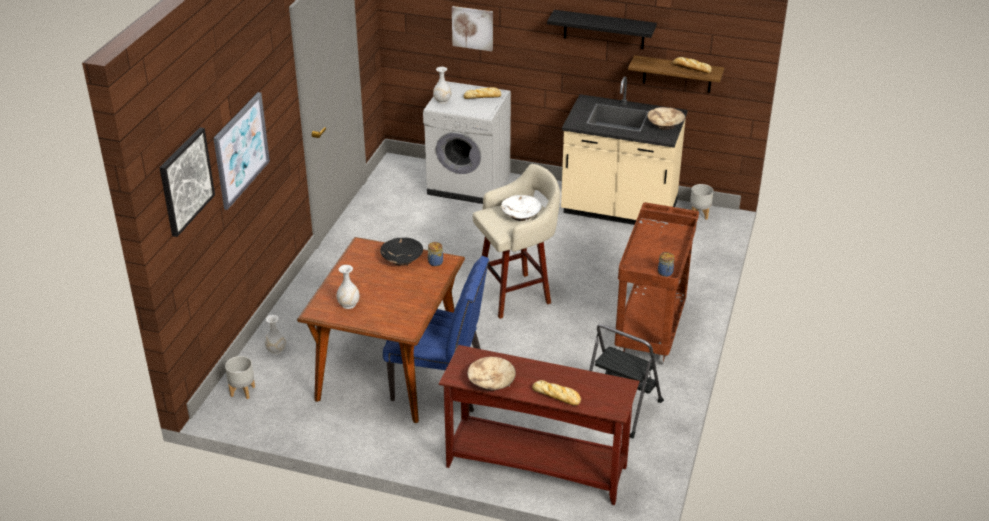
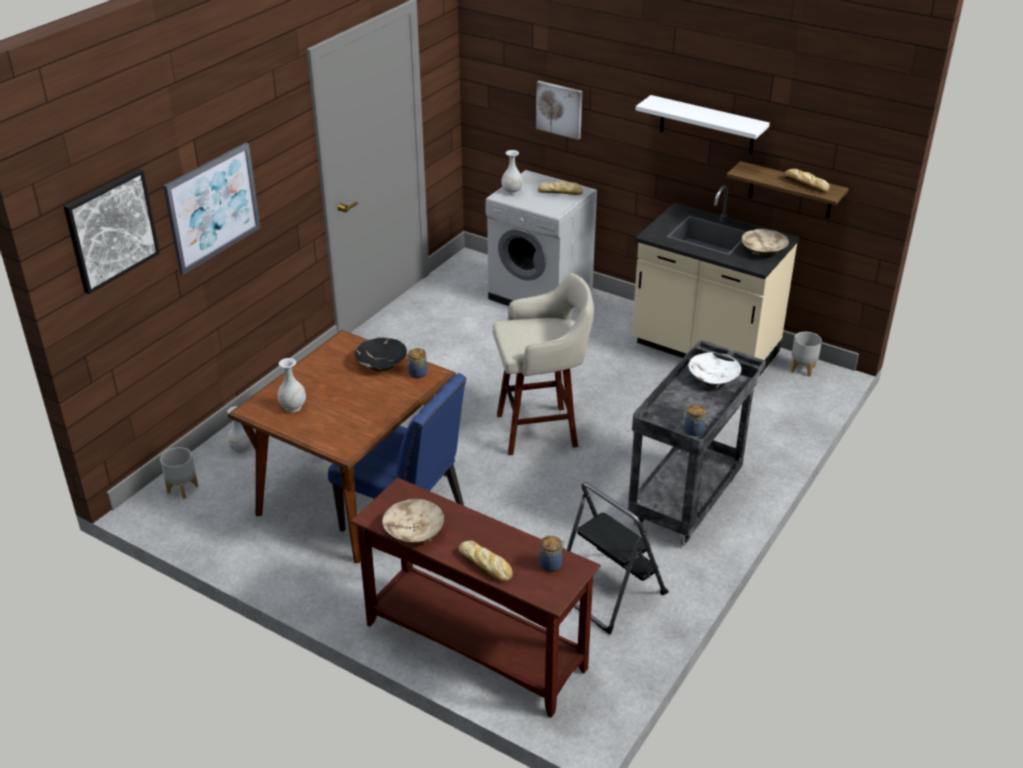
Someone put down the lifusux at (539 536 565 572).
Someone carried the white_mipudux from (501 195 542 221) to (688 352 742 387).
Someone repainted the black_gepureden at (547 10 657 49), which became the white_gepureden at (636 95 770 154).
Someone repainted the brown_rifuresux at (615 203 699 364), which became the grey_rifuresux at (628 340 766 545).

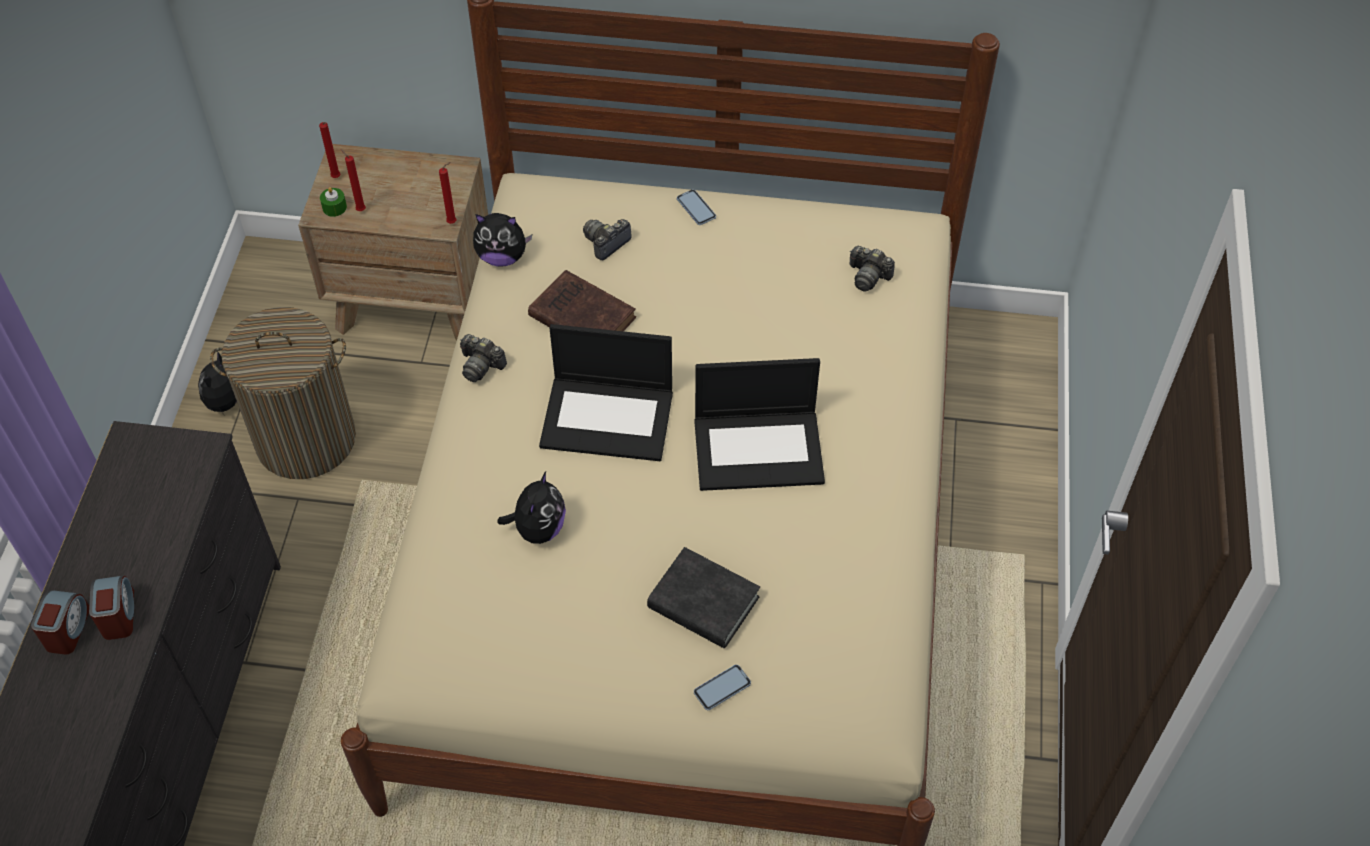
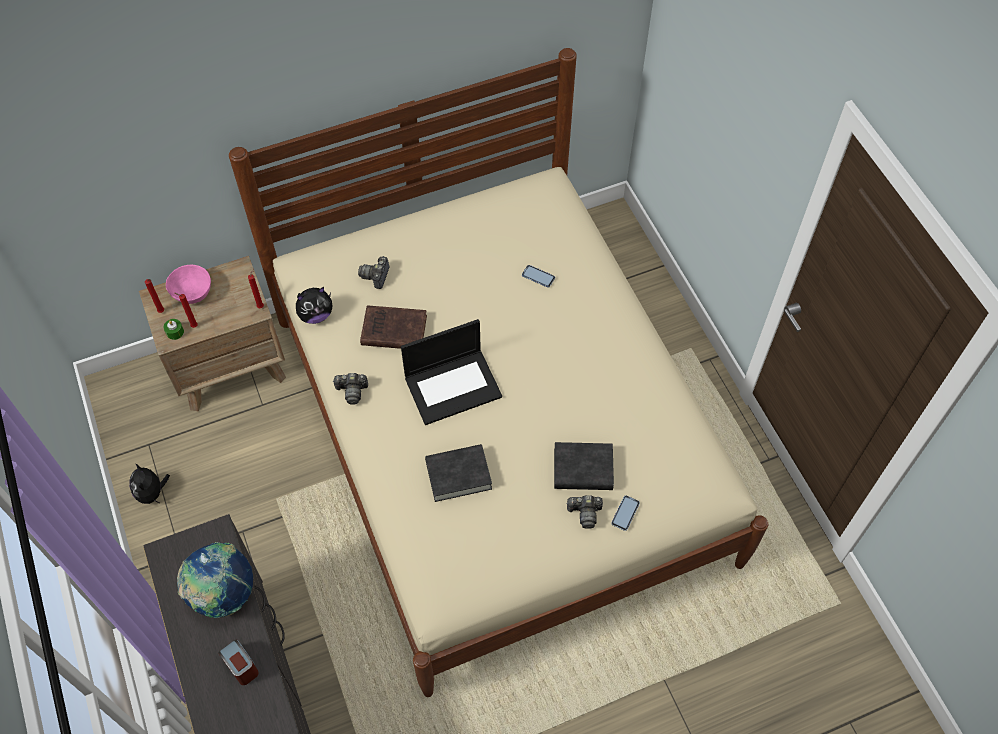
Someone took away the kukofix at (31 590 89 654).
Someone took away the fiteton at (210 307 356 479).
Someone took away the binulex at (694 358 825 491).
Someone put down the pink_mipudux at (166 265 211 304).
Someone put down the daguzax at (177 542 253 618).
Someone carried the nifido from (677 189 716 225) to (522 265 555 288).
Someone carried the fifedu from (850 246 895 291) to (566 495 603 529).
Someone swapped the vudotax at (497 472 566 544) for the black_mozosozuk at (425 444 492 502).

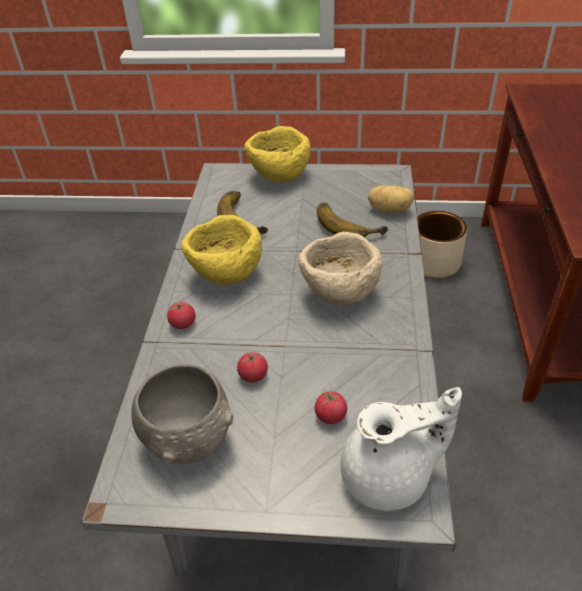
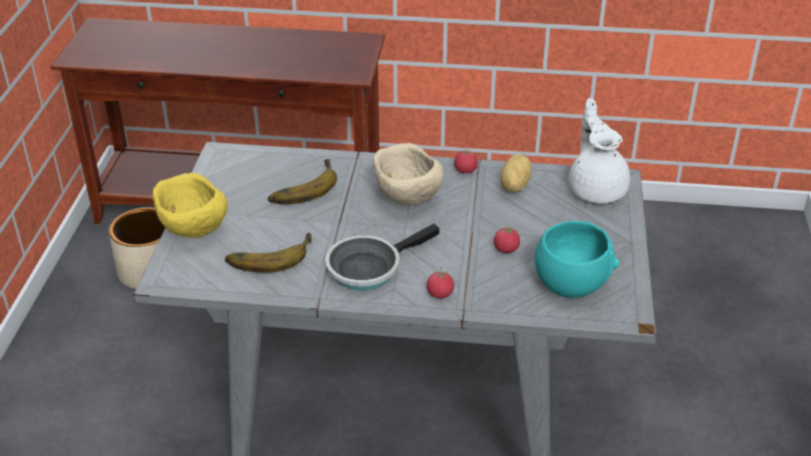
Someone carried the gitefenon from (315 387 347 424) to (454 148 478 173).
Someone carried the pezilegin from (368 186 414 213) to (500 154 531 192).
Someone swapped the yellow_mipudux at (181 215 262 285) for the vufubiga at (325 224 439 291).
Someone repainted the grey_mipudux at (131 364 233 464), which became the turquoise_mipudux at (535 221 619 298).

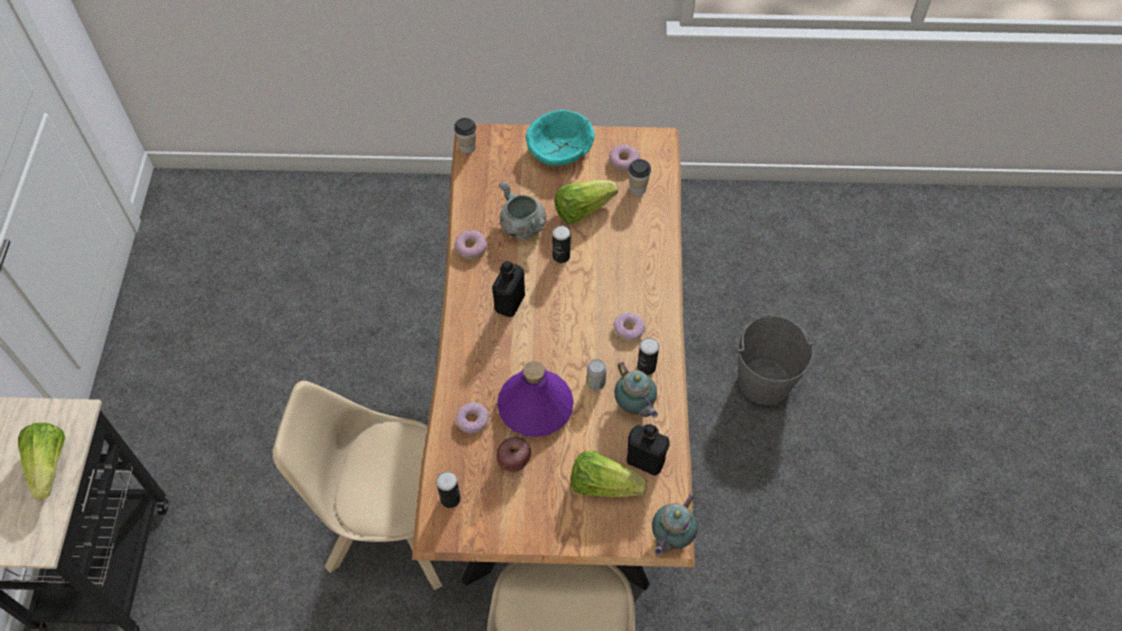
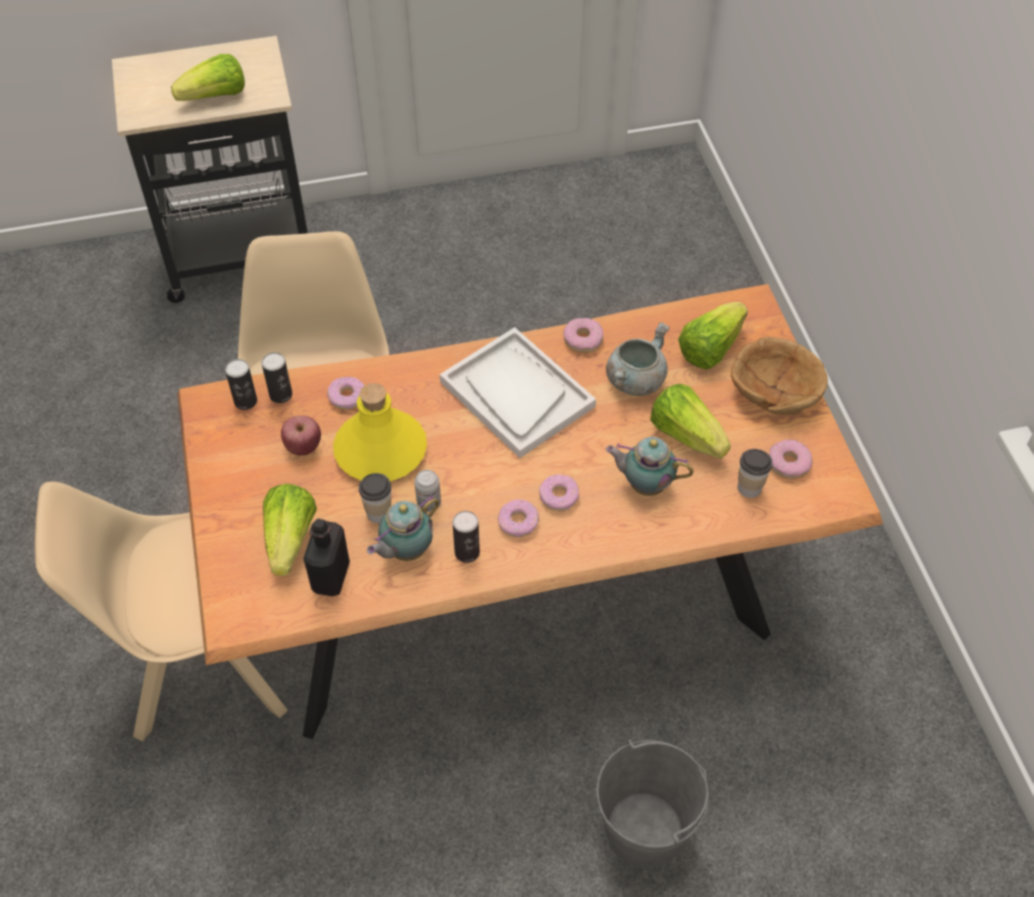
Someone put down the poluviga at (539 474 579 511).
Someone put down the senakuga at (678 302 748 370).
Someone carried the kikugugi from (454 118 476 154) to (359 473 391 523).
Someone carried the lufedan from (552 225 570 263) to (262 352 292 403).
Someone carried the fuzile from (652 493 698 556) to (606 437 693 496).
Someone swapped the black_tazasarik at (492 261 525 317) for the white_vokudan at (439 327 596 458).
Someone repainted the purple_tazasarik at (497 361 574 437), which became the yellow_tazasarik at (333 383 427 481).
Someone repainted the turquoise_mipudux at (526 110 594 166), which became the brown_mipudux at (731 337 828 415).

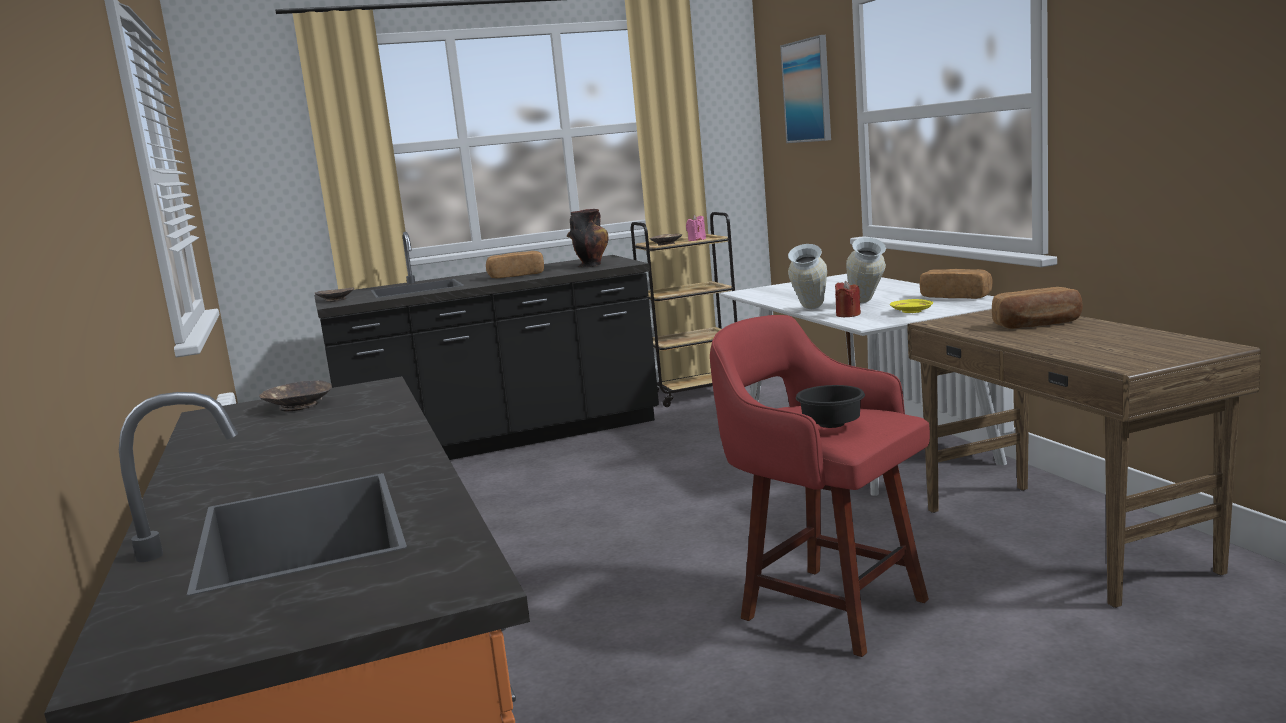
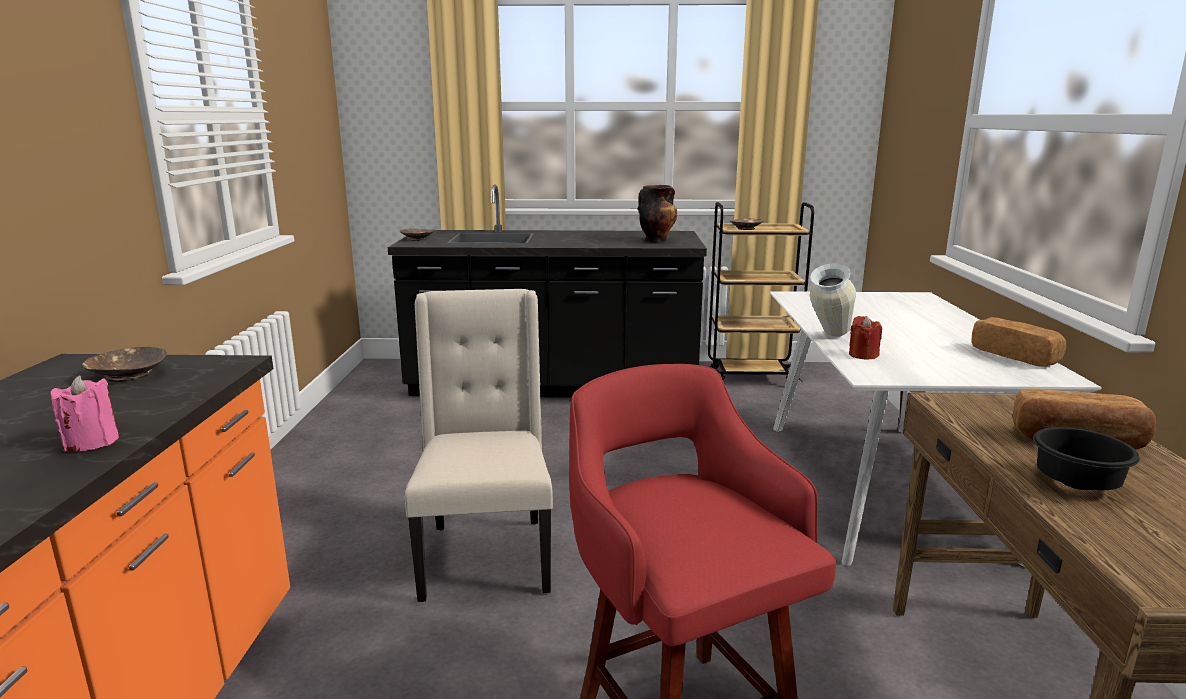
Someone took away the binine at (486 251 544 278).
Someone took away the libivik at (780 35 831 143).
Someone took away the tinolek at (846 237 886 303).
Someone took away the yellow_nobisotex at (890 299 933 313).
Someone put down the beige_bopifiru at (405 289 553 602).
Someone carried the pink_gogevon from (686 215 706 241) to (51 375 119 451).
Someone carried the black_mipudux from (796 385 865 428) to (1033 427 1140 490).

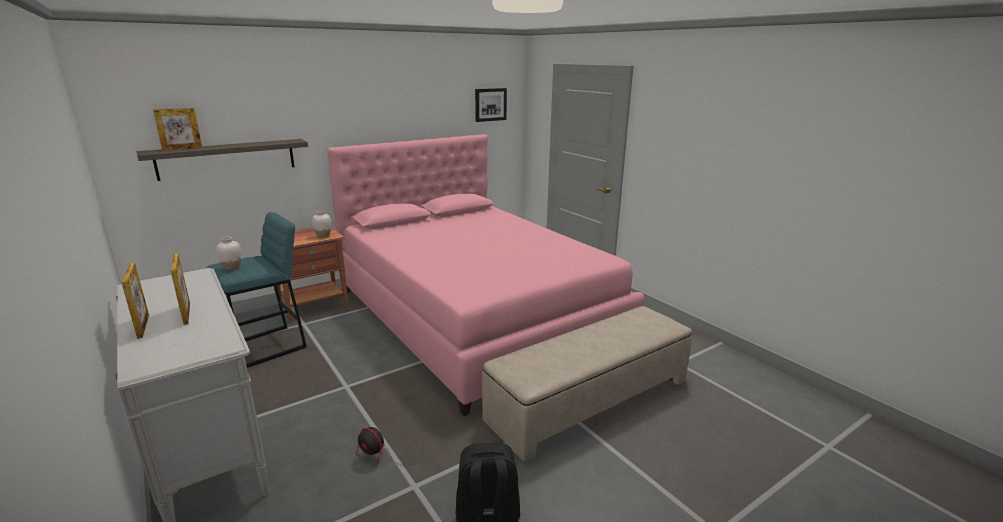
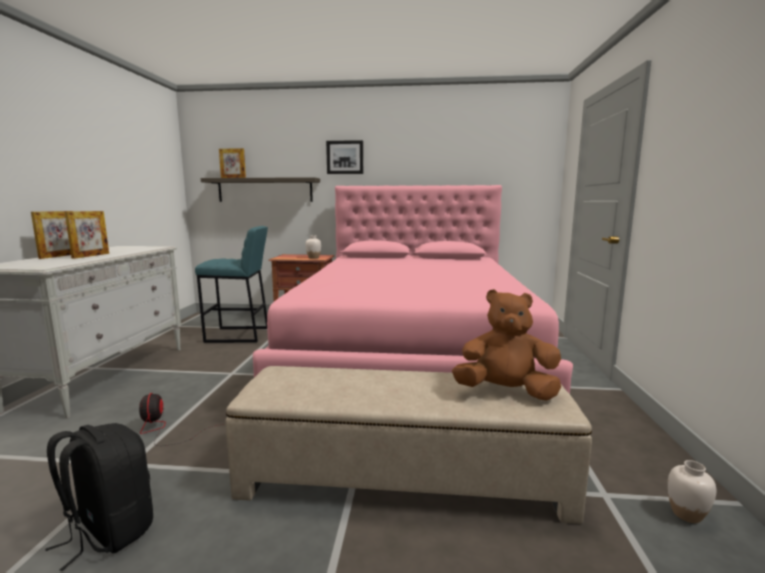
Someone put down the brown_vudotax at (452 289 561 401).
Someone carried the white_tinolek from (217 237 241 270) to (668 460 716 523).
Someone carried the libivik from (475 88 507 122) to (326 140 363 174).

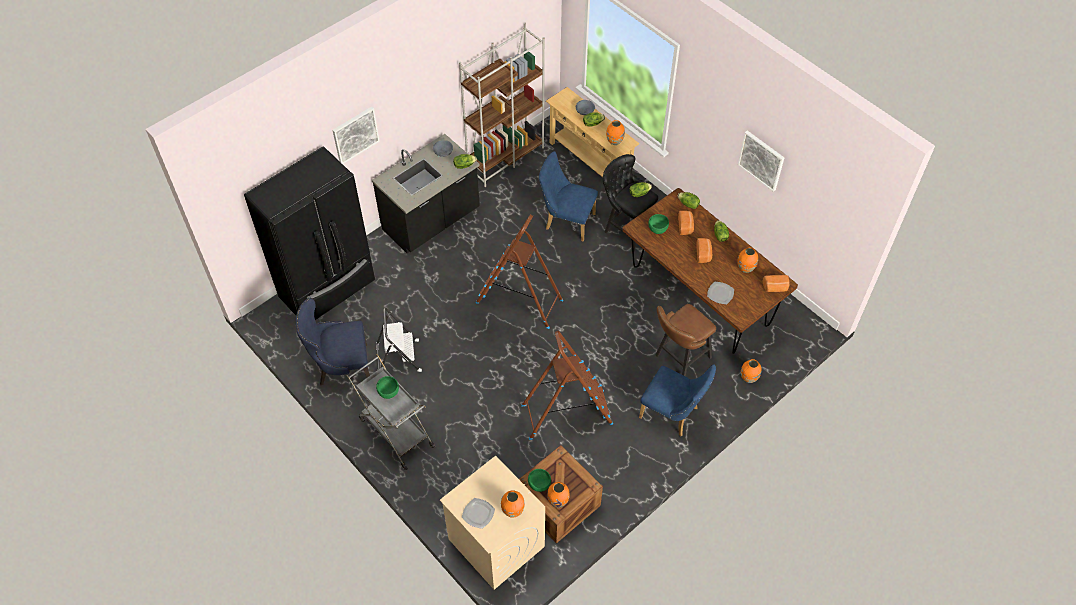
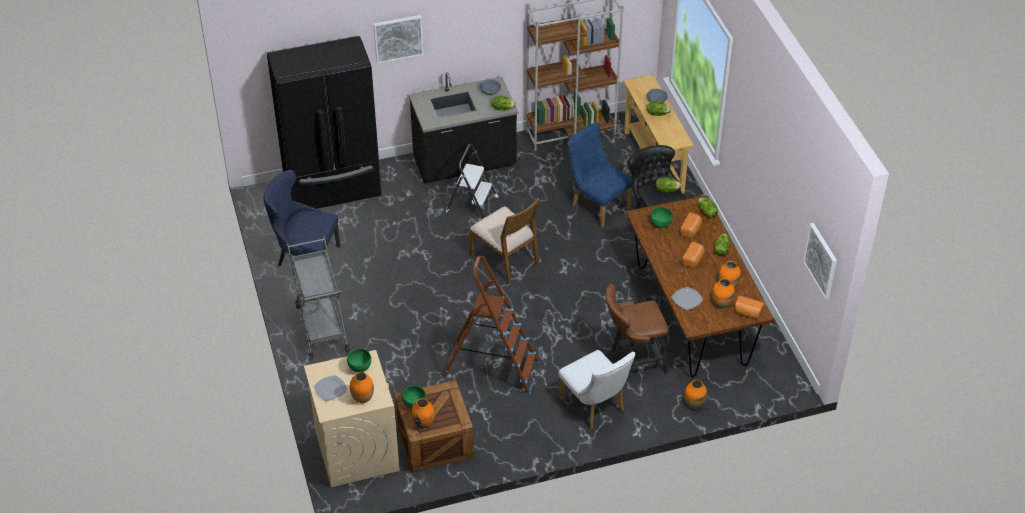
Someone carried the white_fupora from (376 308 422 372) to (446 144 498 219).
Someone carried the green_mipudux from (376 376 399 399) to (347 348 371 372).
Someone carried the orange_tinolek from (606 120 625 145) to (712 278 735 308).
Someone carried the libivik from (738 130 784 192) to (803 223 837 300).
Someone swapped the brown_fupora at (476 214 563 329) for the brown_bopifiru at (469 198 540 284).
Someone repainted the blue_bopifiru at (639 364 716 437), which became the white_bopifiru at (559 350 635 429).

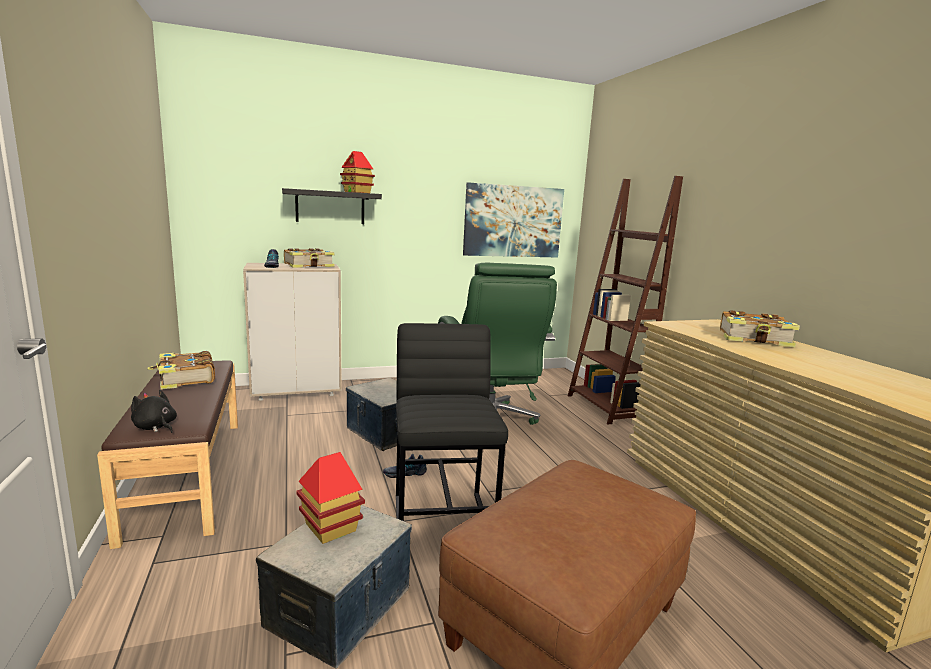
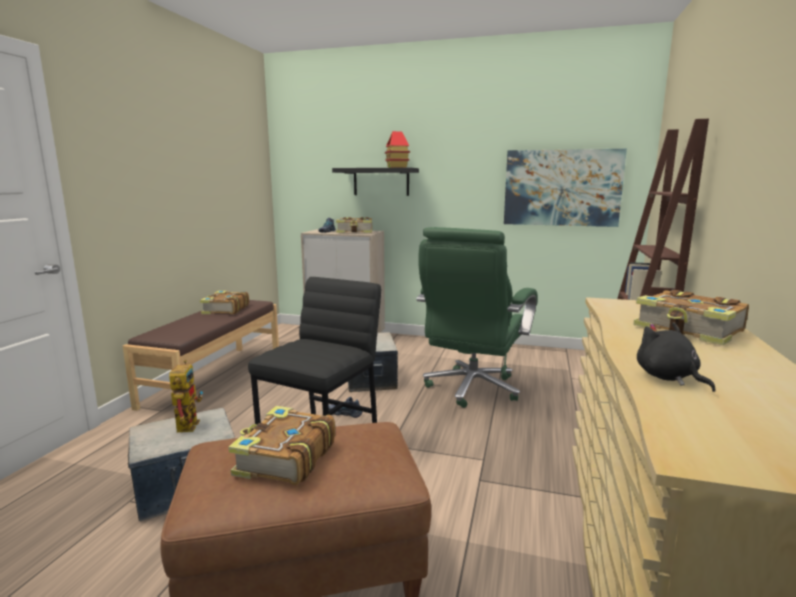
Someone put down the mozosozuk at (228 406 335 485).
Someone carried the black_vudotax from (131 390 177 433) to (637 322 715 392).
Someone swapped the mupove at (296 452 365 544) for the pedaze at (169 360 203 432).

